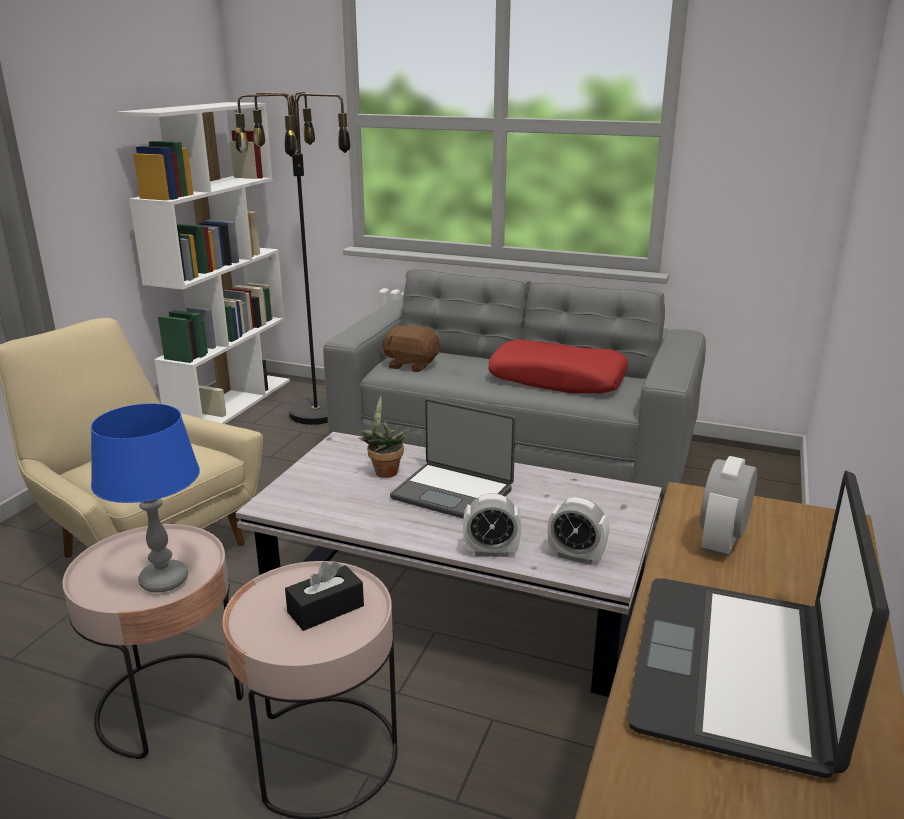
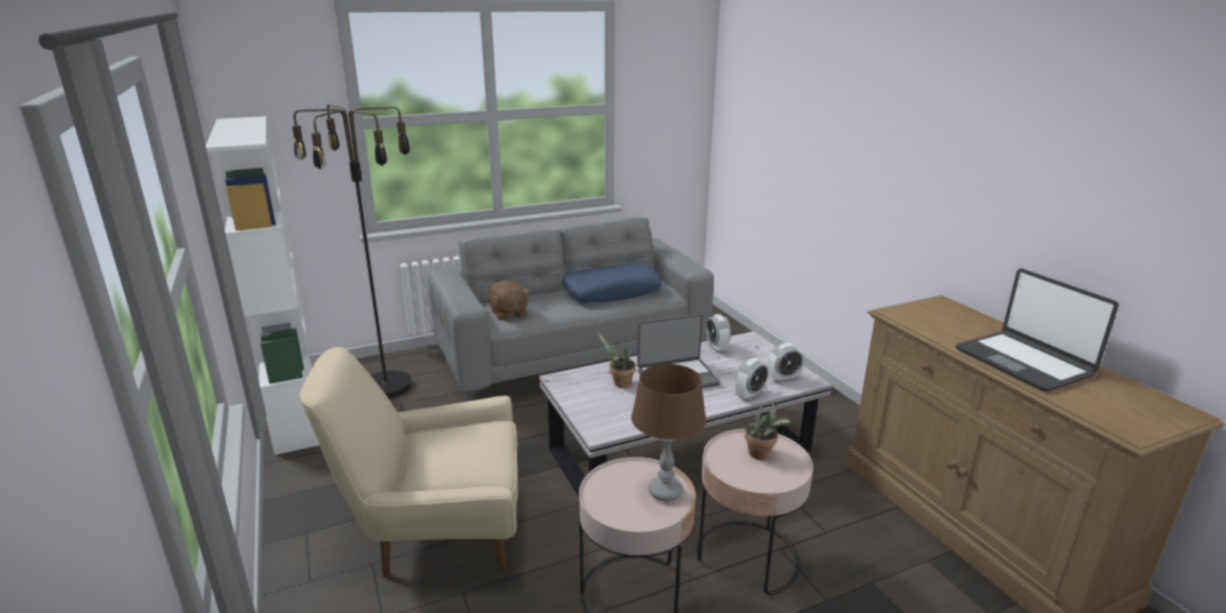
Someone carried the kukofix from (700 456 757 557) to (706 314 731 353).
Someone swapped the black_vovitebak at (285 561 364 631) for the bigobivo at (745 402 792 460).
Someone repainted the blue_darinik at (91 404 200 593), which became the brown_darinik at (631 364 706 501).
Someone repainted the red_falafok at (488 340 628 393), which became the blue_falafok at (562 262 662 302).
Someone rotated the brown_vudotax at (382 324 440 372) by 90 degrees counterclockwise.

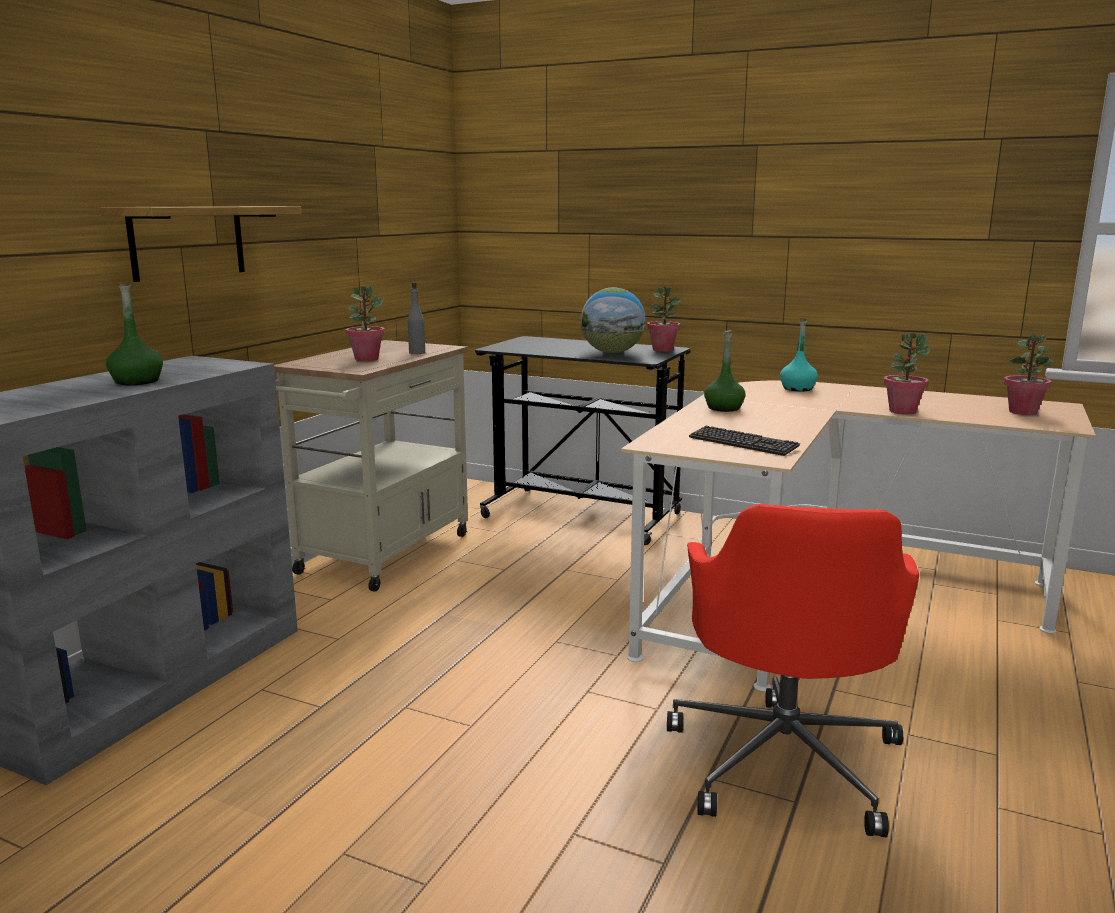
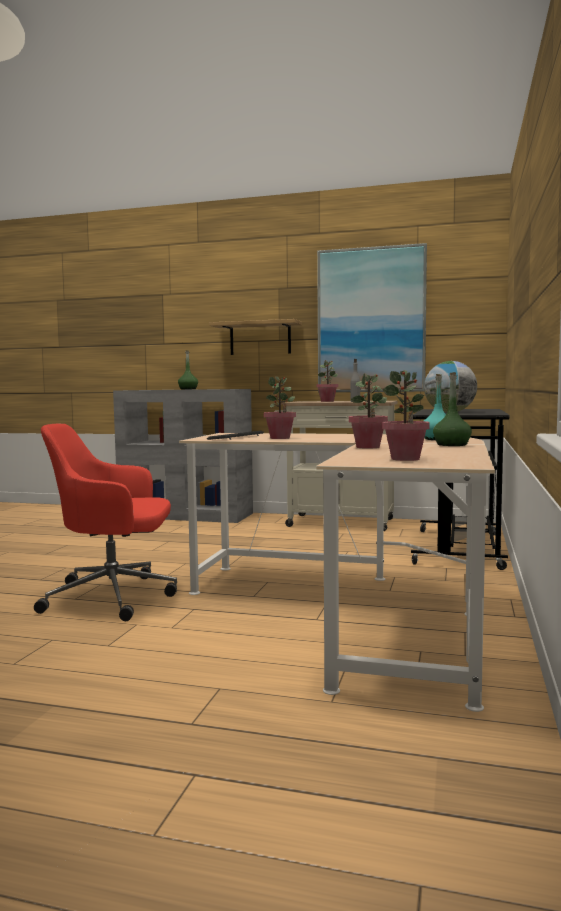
Someone put up the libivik at (317 243 427 393).
Someone carried the bigobivo from (647 286 681 352) to (264 376 296 439).
Someone carried the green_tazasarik from (704 330 746 412) to (433 372 472 446).

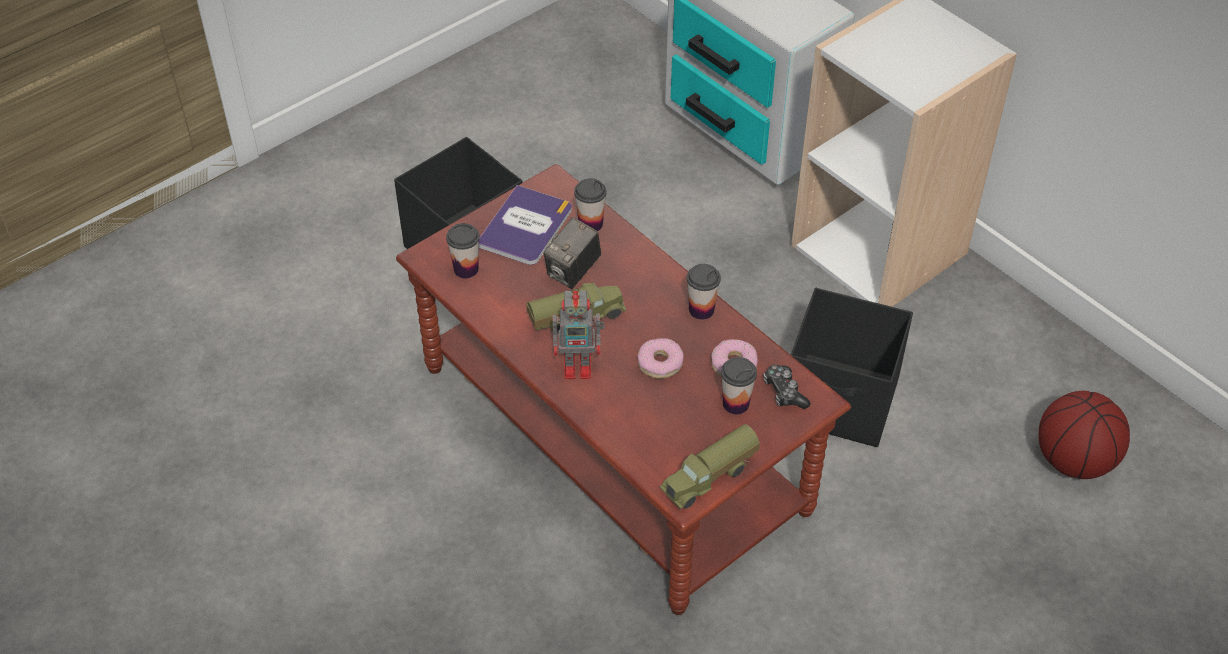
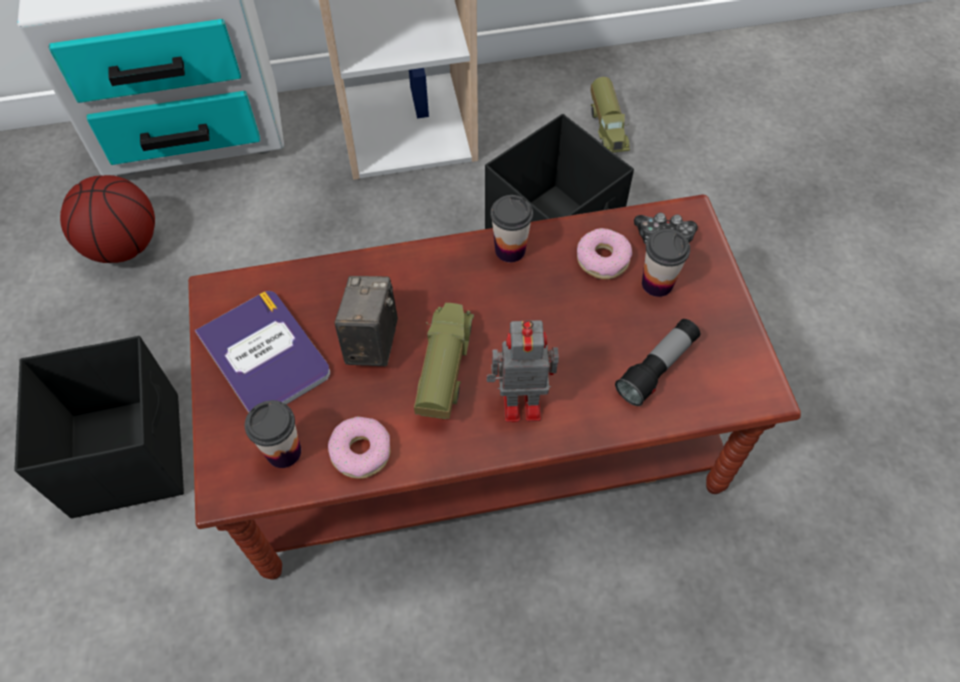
Someone took away the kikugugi at (574 178 607 231).
Someone put down the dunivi at (615 319 700 406).
Someone carried the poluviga from (637 338 684 379) to (328 417 390 479).
Someone carried the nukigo from (659 424 760 509) to (590 77 630 153).
Someone carried the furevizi from (1039 391 1130 479) to (60 175 155 263).
Someone rotated the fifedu at (544 217 601 289) by 150 degrees counterclockwise.
Someone rotated the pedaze at (553 287 605 379) by 120 degrees counterclockwise.

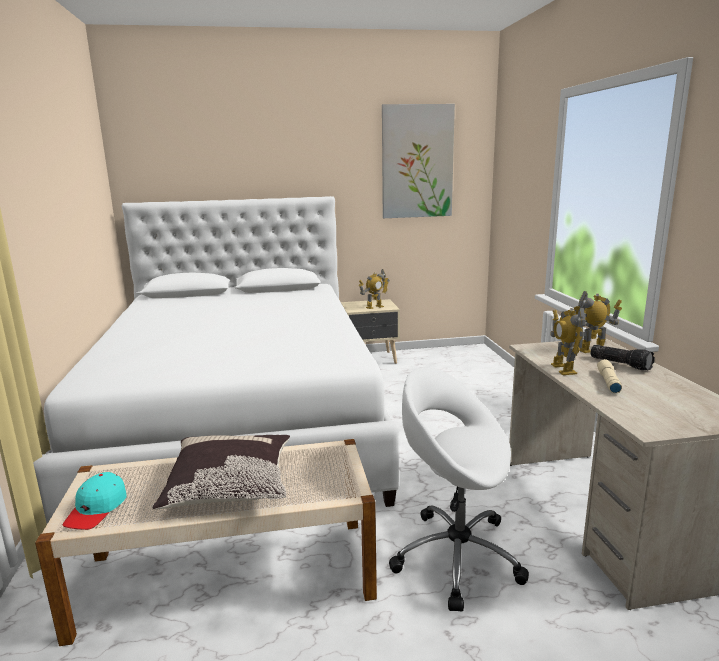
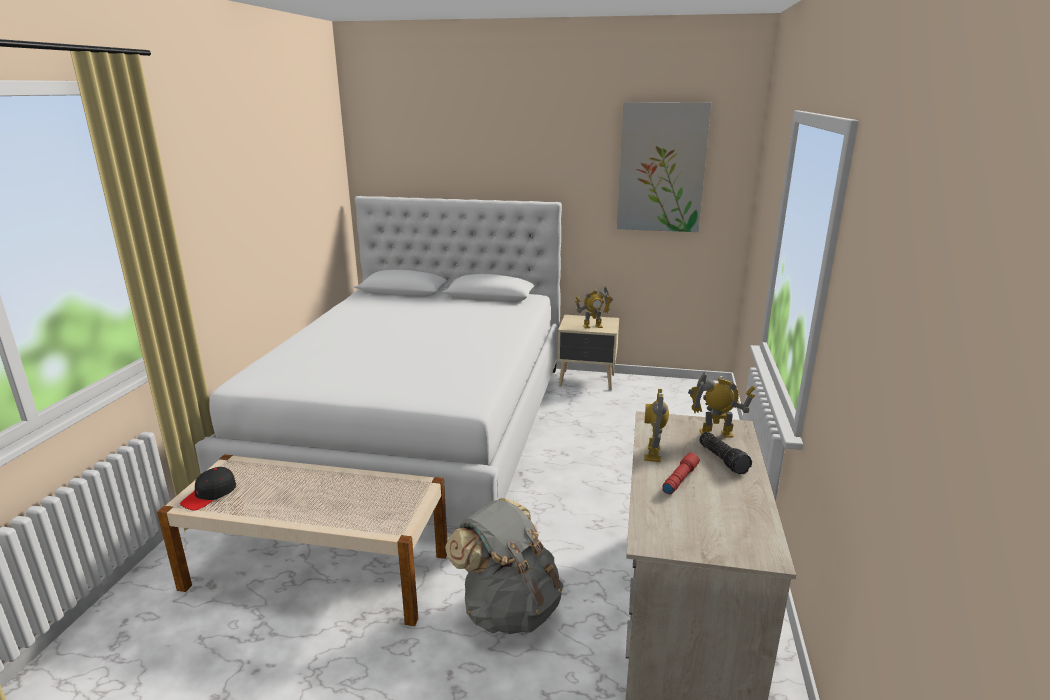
Someone took away the falafok at (152 435 290 509).
Someone swapped the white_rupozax at (389 367 529 612) for the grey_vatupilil at (445 498 564 634).
Someone repainted the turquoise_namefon at (62 472 127 530), which became the black_namefon at (180 467 236 511).
Someone repainted the beige_dunivi at (597 359 622 393), which became the red_dunivi at (662 452 700 494).

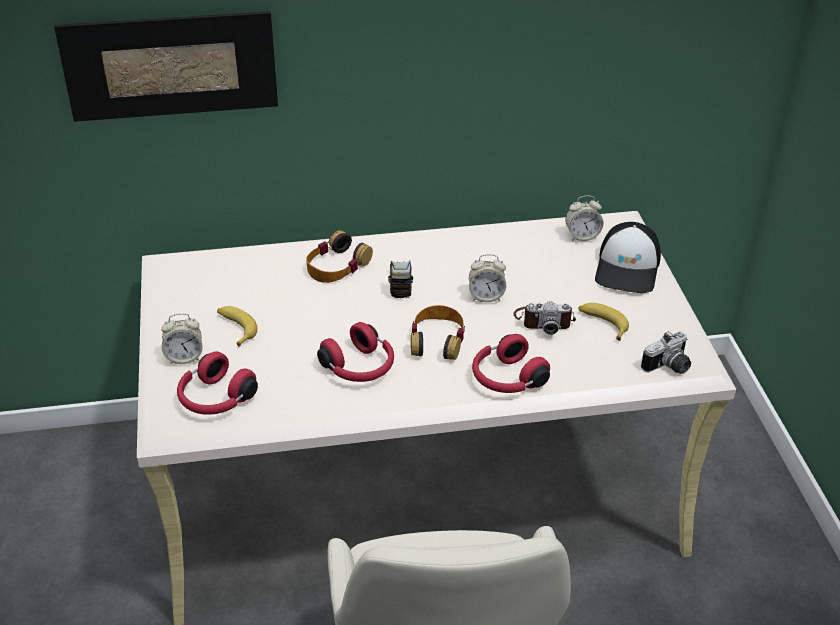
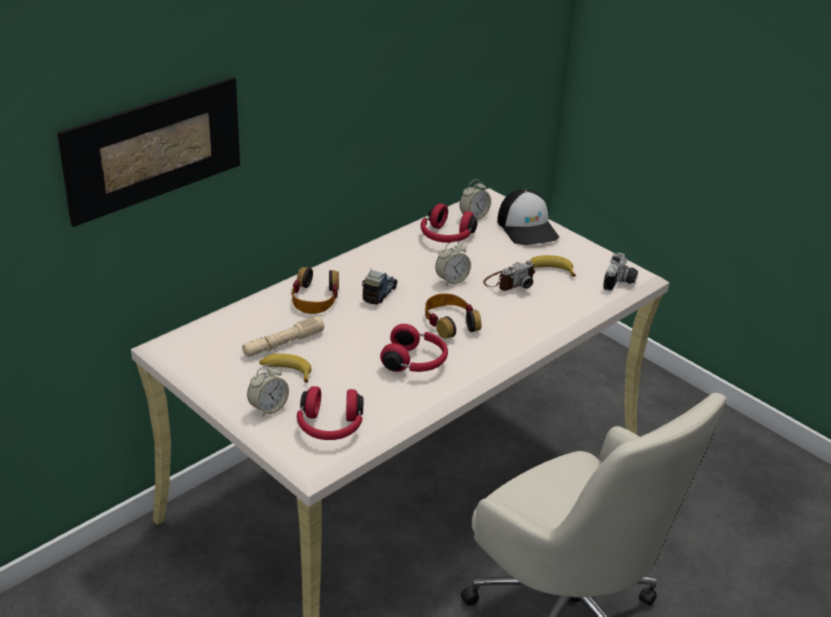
Someone put down the beige_dunivi at (242 316 324 357).
Someone carried the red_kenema from (472 334 550 393) to (421 203 478 243).
Someone rotated the nukigo at (388 260 413 298) by 60 degrees clockwise.

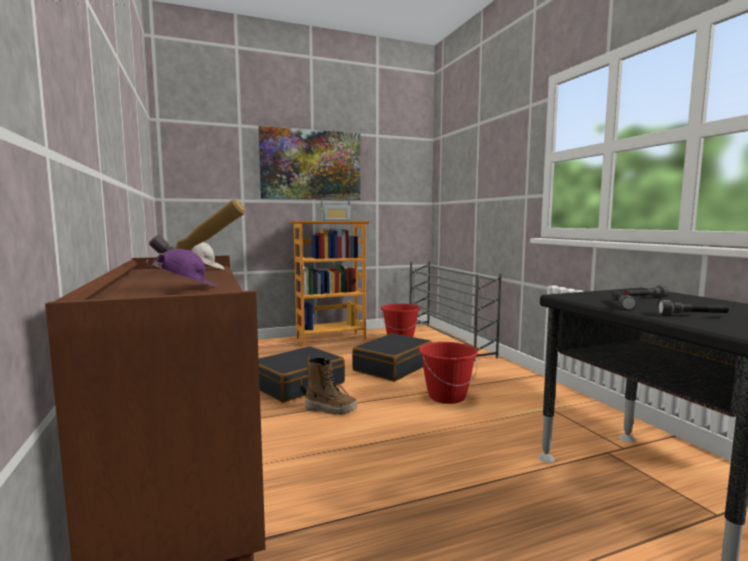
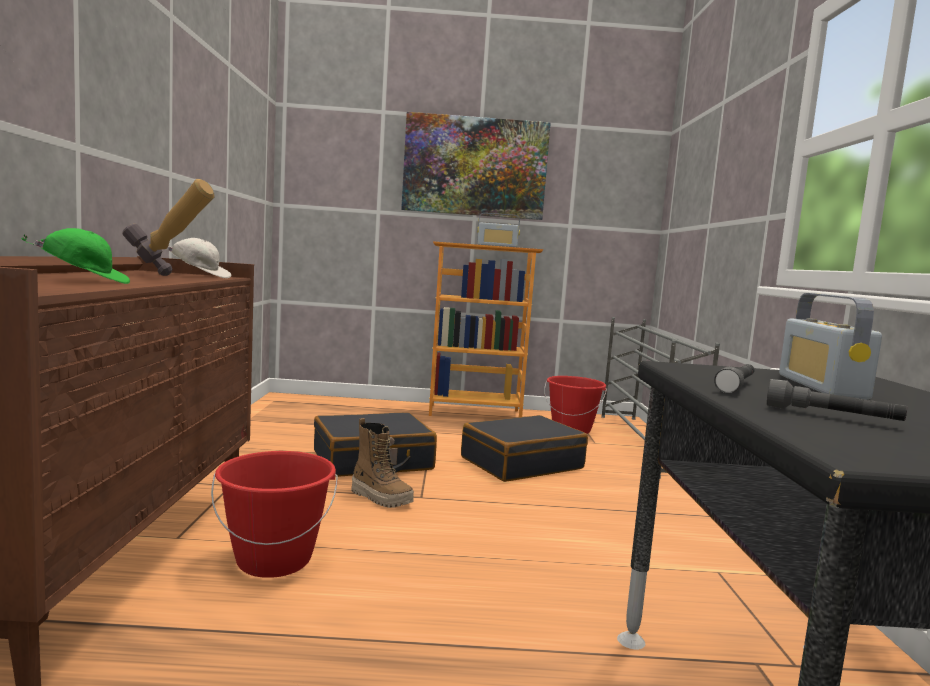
Someone carried the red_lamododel from (419 342 478 404) to (211 451 338 578).
Someone swapped the grey_dunivi at (623 286 669 298) for the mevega at (779 293 882 400).
Someone repainted the purple_namefon at (145 249 218 287), which became the green_namefon at (22 228 130 284).

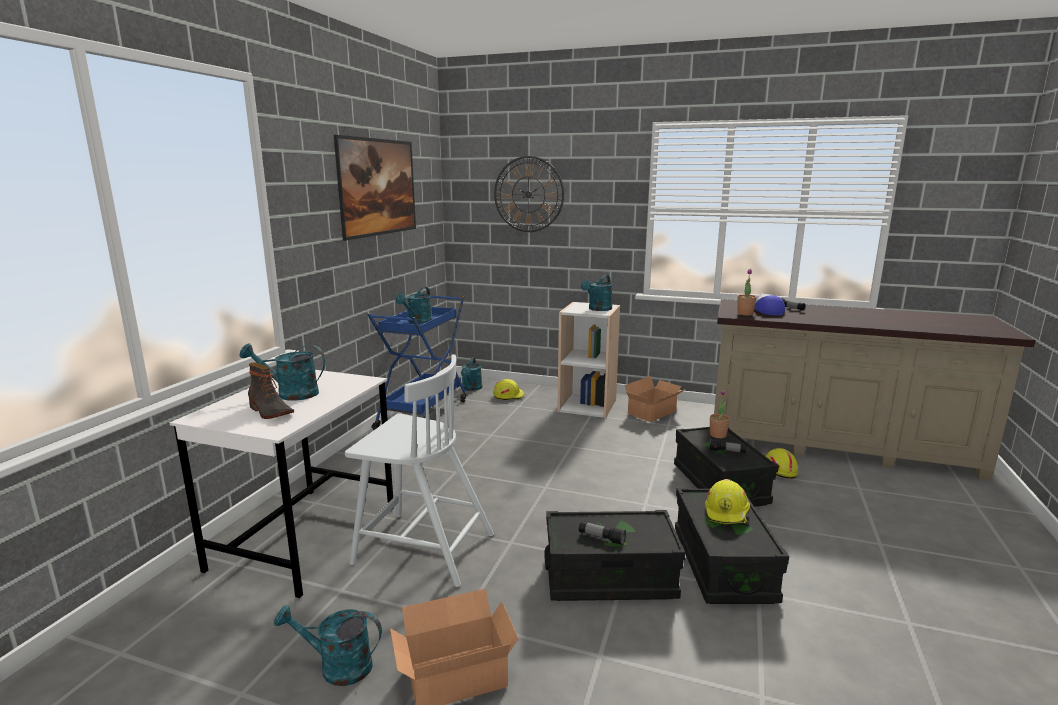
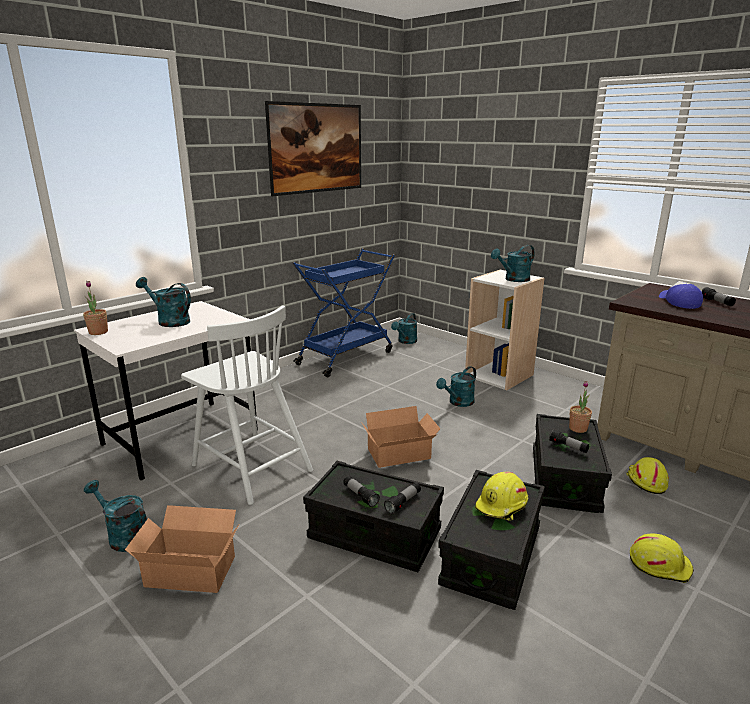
Someone took away the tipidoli at (248 363 294 419).
Someone took away the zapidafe at (494 156 564 232).
Someone put down the dunivi at (384 482 421 514).
Someone carried the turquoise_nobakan from (395 287 433 324) to (436 366 476 407).
Someone carried the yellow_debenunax from (493 379 524 400) to (630 534 694 583).
Someone carried the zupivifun from (625 376 685 422) to (361 406 440 468).
Someone carried the bigobivo from (737 269 757 316) to (83 281 108 335).

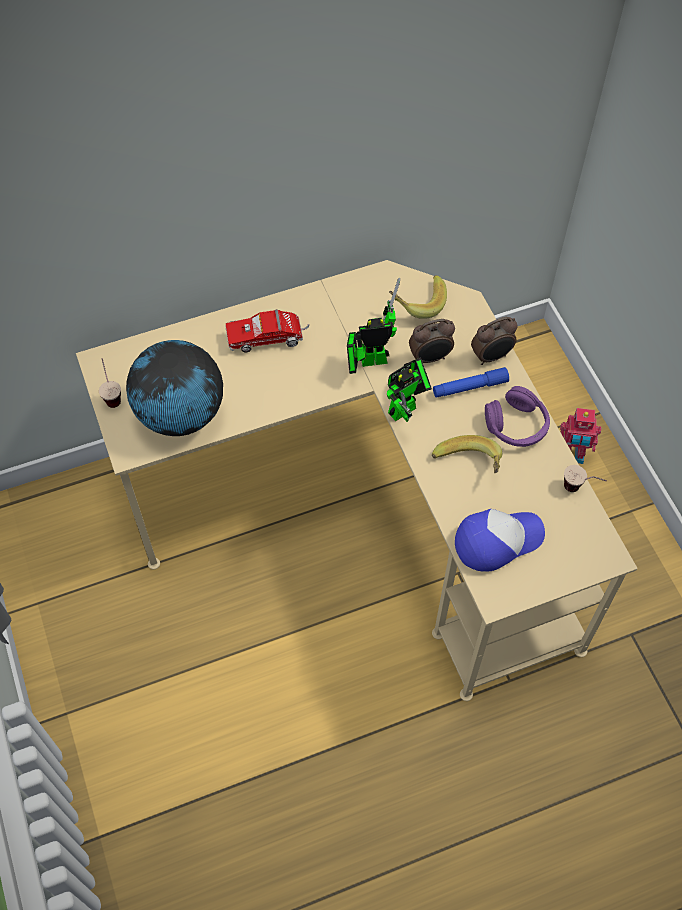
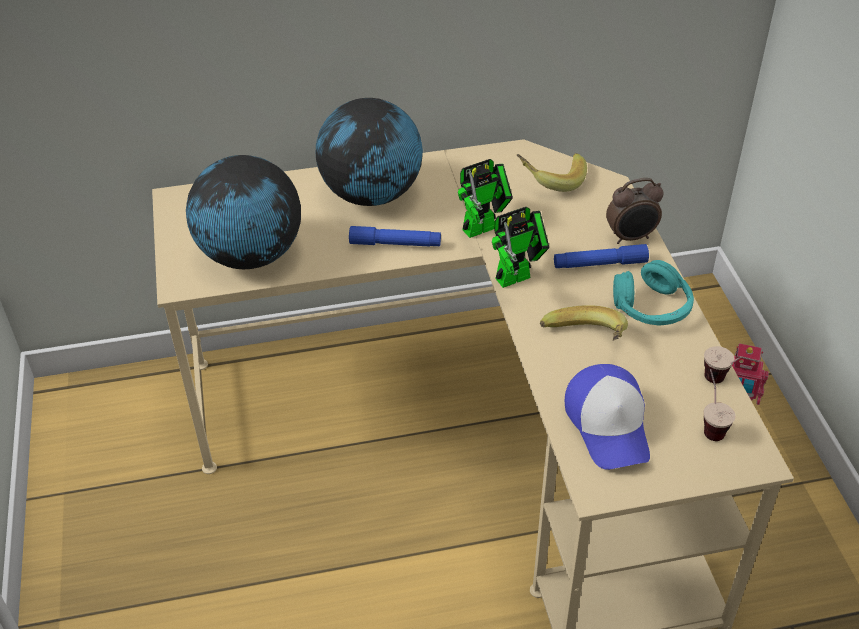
Someone took away the kukofix at (409 319 455 363).
Someone put down the blue_dunivi at (349 226 441 246).
Someone carried the kikugugi from (99 358 121 408) to (704 369 735 441).
Someone swapped the nukigo at (226 309 309 353) for the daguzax at (316 98 423 206).
Someone repainted the purple_kenema at (485 386 550 447), which became the turquoise_kenema at (613 260 694 326).
Someone rotated the pedaze at (347 278 400 374) by 150 degrees clockwise.
Someone rotated the namefon at (455 509 545 572) by 90 degrees clockwise.

